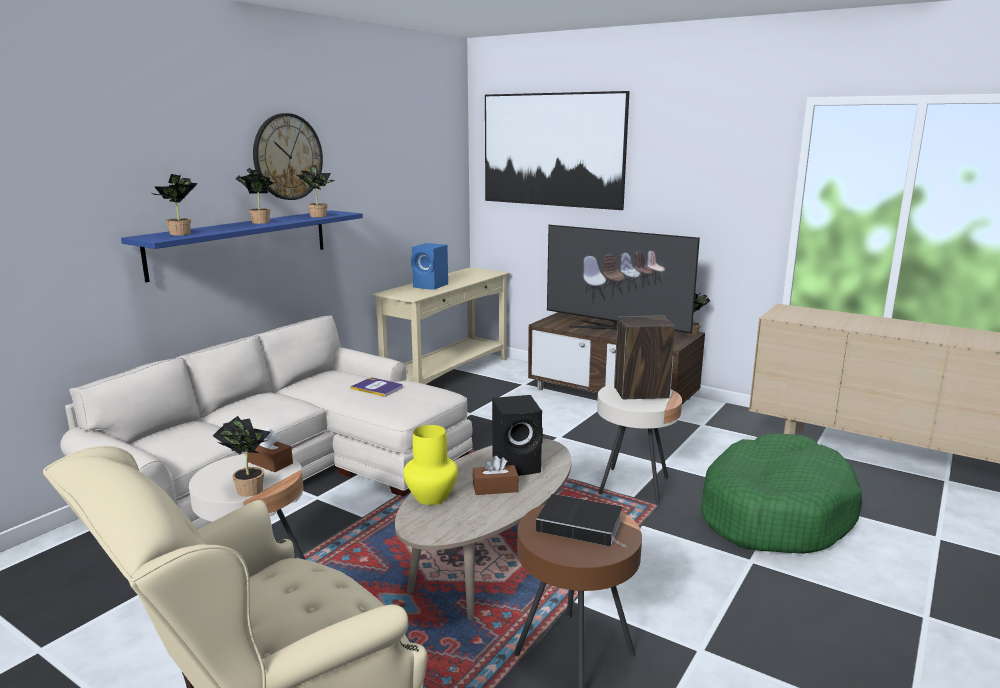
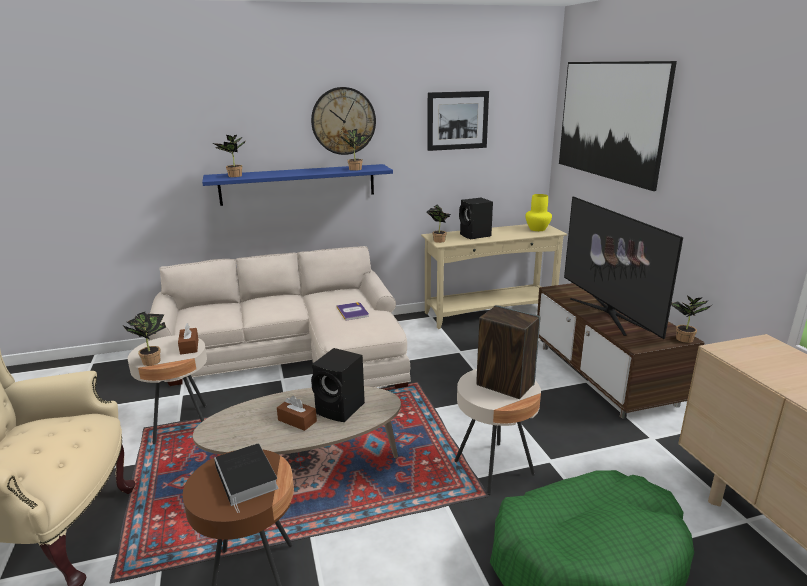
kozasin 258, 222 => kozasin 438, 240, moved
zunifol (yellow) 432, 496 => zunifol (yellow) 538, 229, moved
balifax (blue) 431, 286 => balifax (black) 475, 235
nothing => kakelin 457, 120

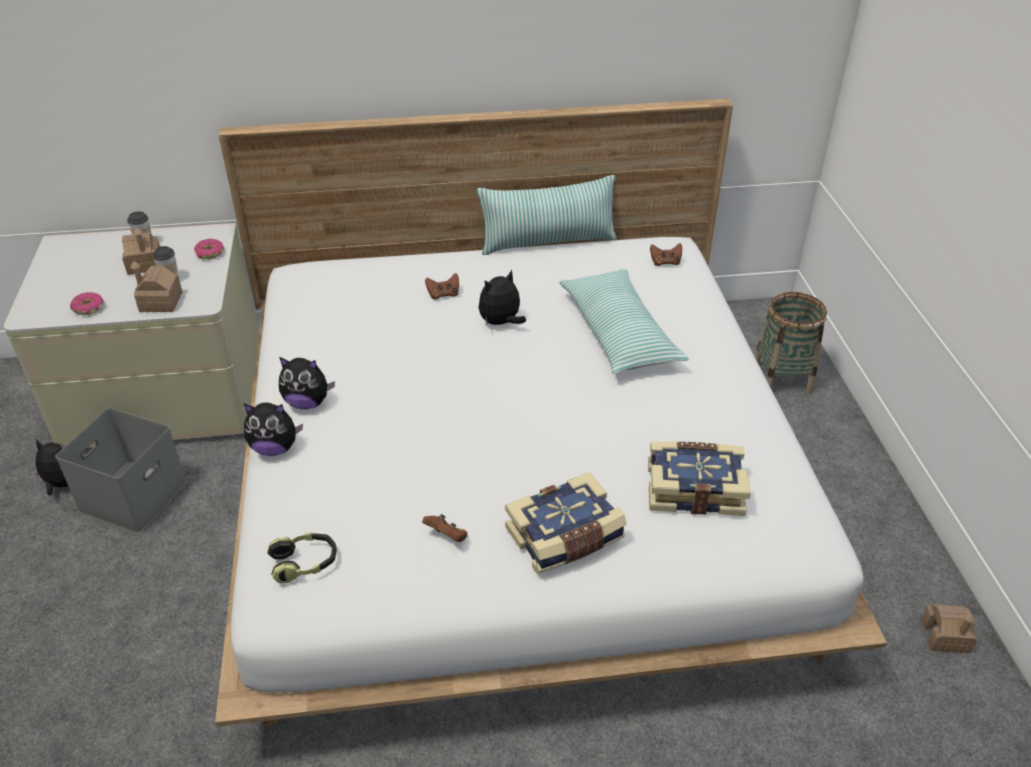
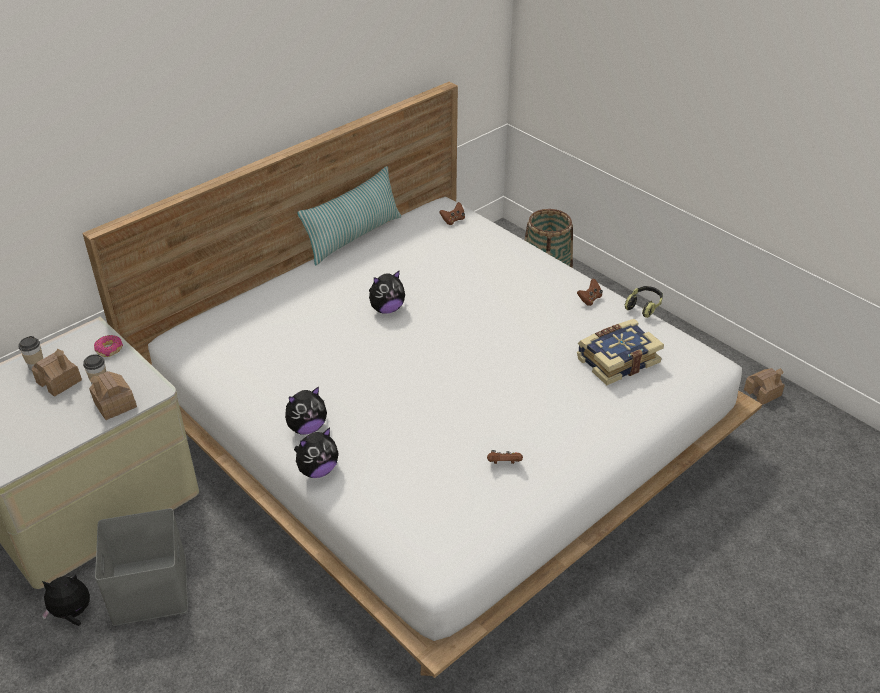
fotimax 88, 308 => nothing
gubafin 304, 563 => gubafin 644, 306, moved
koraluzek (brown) 443, 294 => koraluzek (brown) 589, 299, moved
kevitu 501, 323 => kevitu 386, 309, 135 degrees counterclockwise
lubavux 565, 537 => nothing
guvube 619, 333 => nothing

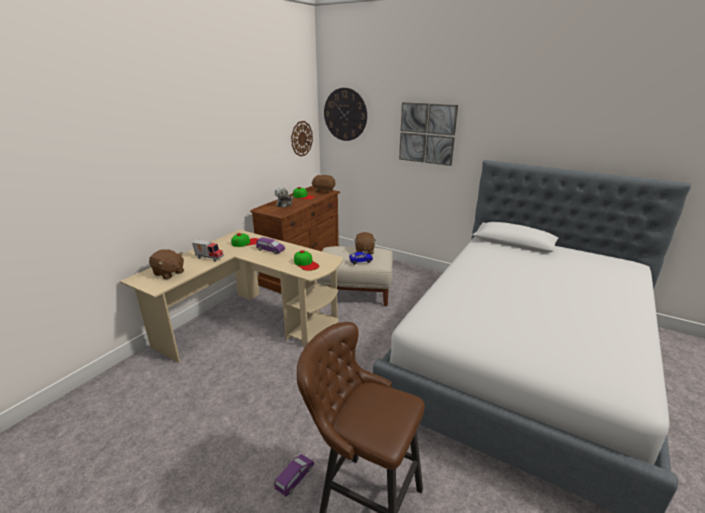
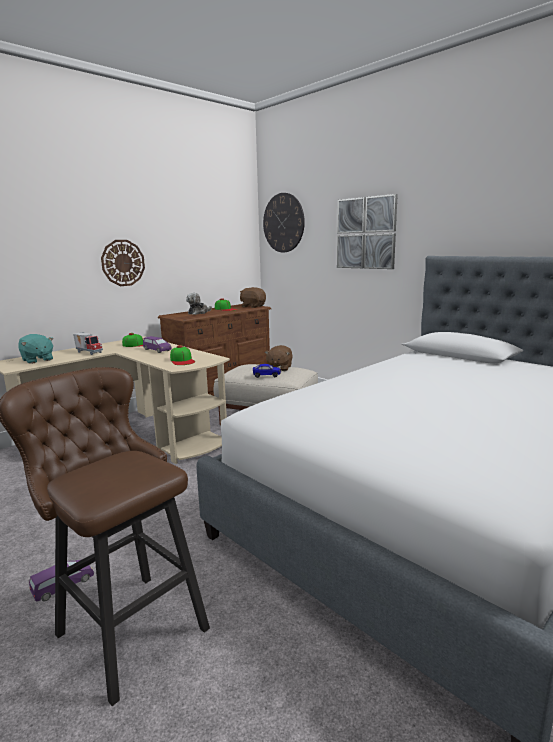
kevitu (brown) 169, 273 => kevitu (turquoise) 37, 360
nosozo 301, 138 => nosozo 123, 263, moved

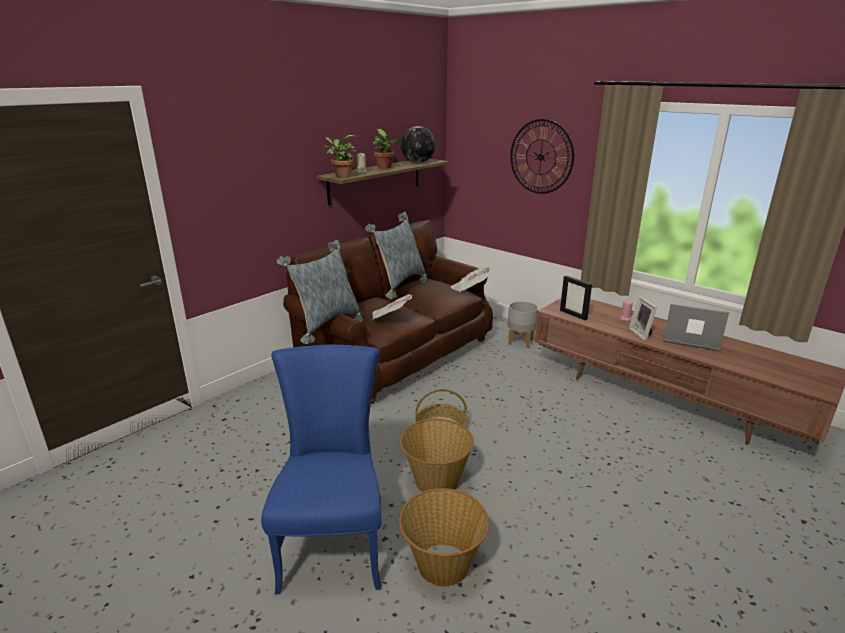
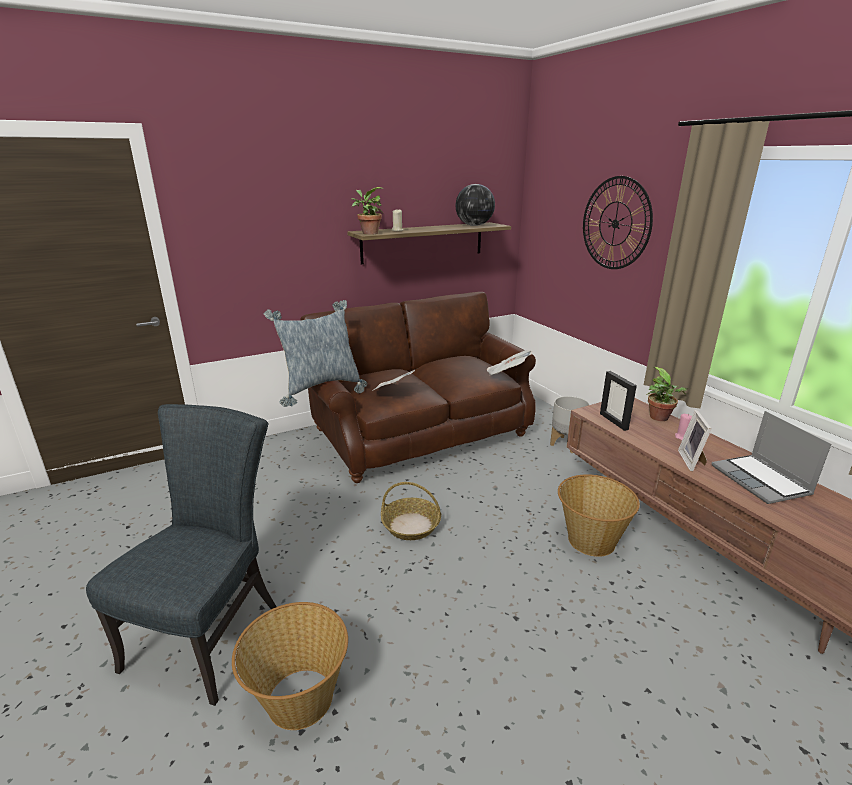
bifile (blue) 334, 541 => bifile (grey) 211, 630
guvube 398, 289 => nothing
kozasin 385, 168 => kozasin 660, 418, moved
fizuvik 436, 481 => fizuvik 590, 540, moved
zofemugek 689, 339 => zofemugek 761, 481, 150 degrees counterclockwise

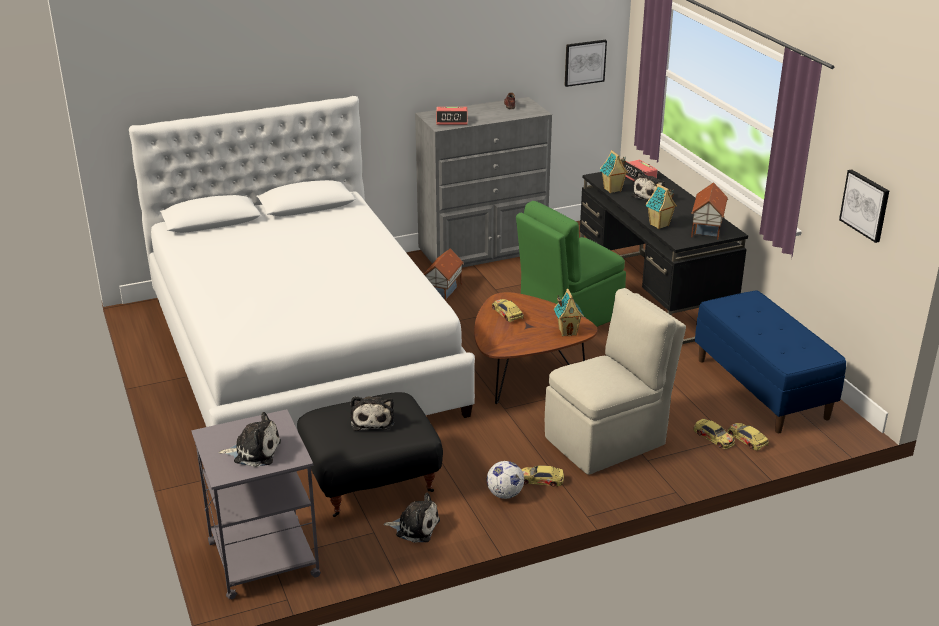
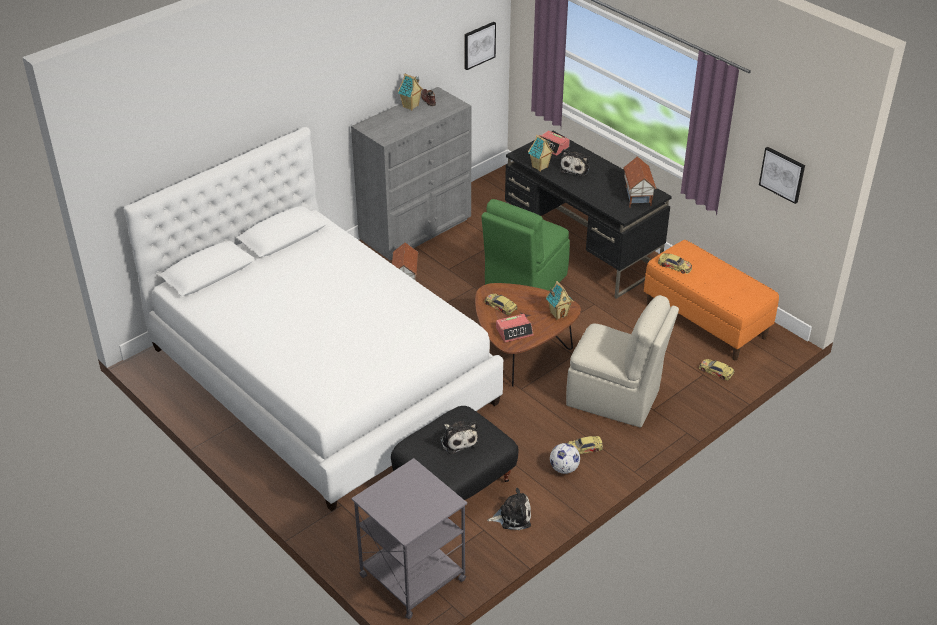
kevitu 254, 451 => nothing
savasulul 452, 120 => savasulul 514, 331, moved
bifile (beige) 608, 440 => bifile (beige) 615, 399, 75 degrees clockwise
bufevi 659, 225 => bufevi 411, 106, moved
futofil 714, 437 => futofil 675, 266, moved
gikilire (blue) 762, 388 => gikilire (orange) 706, 321

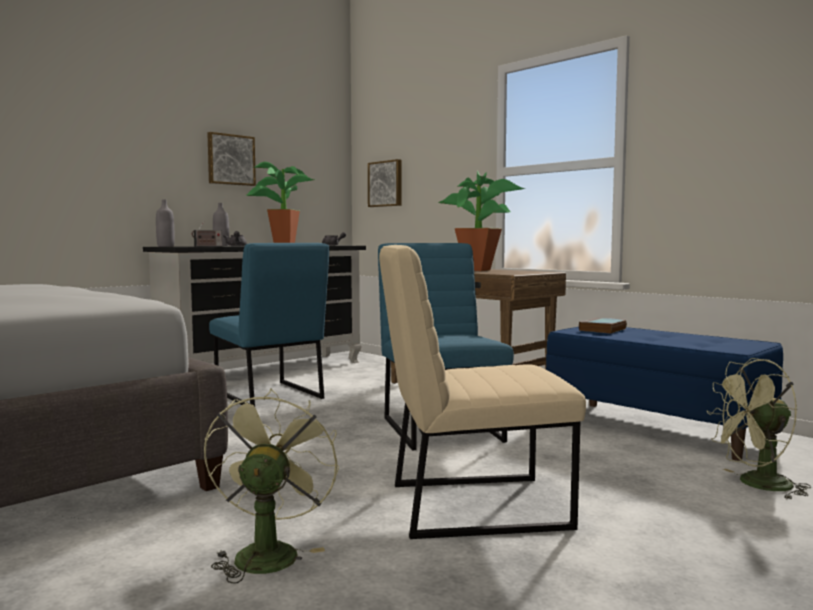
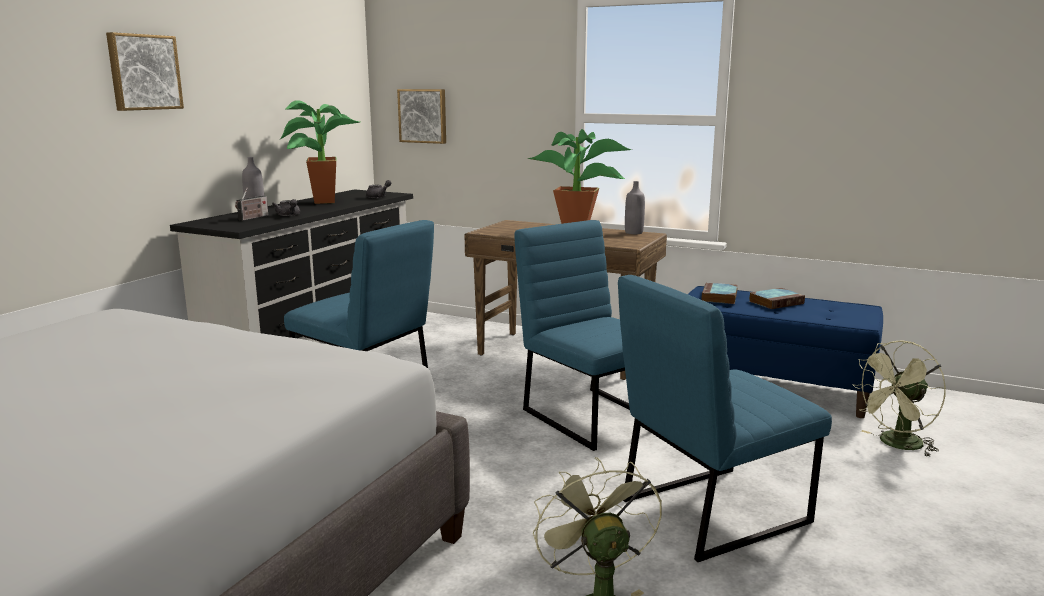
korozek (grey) 165, 246 => korozek (grey) 634, 232, moved
kakelin 230, 160 => kakelin 143, 72, moved
bifile (beige) 471, 505 => bifile (blue) 710, 511
nothing => lubavux 776, 302

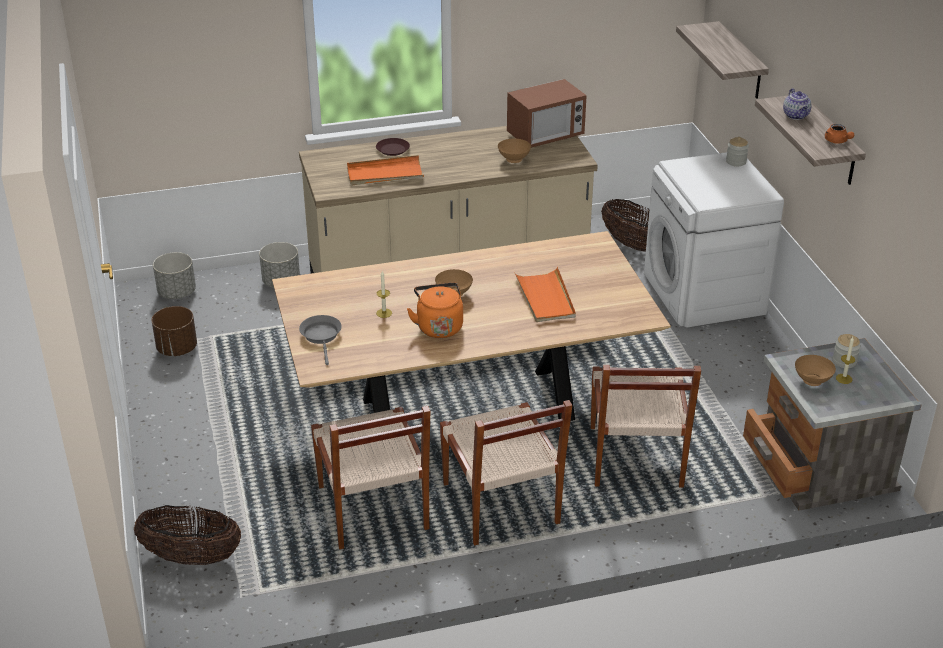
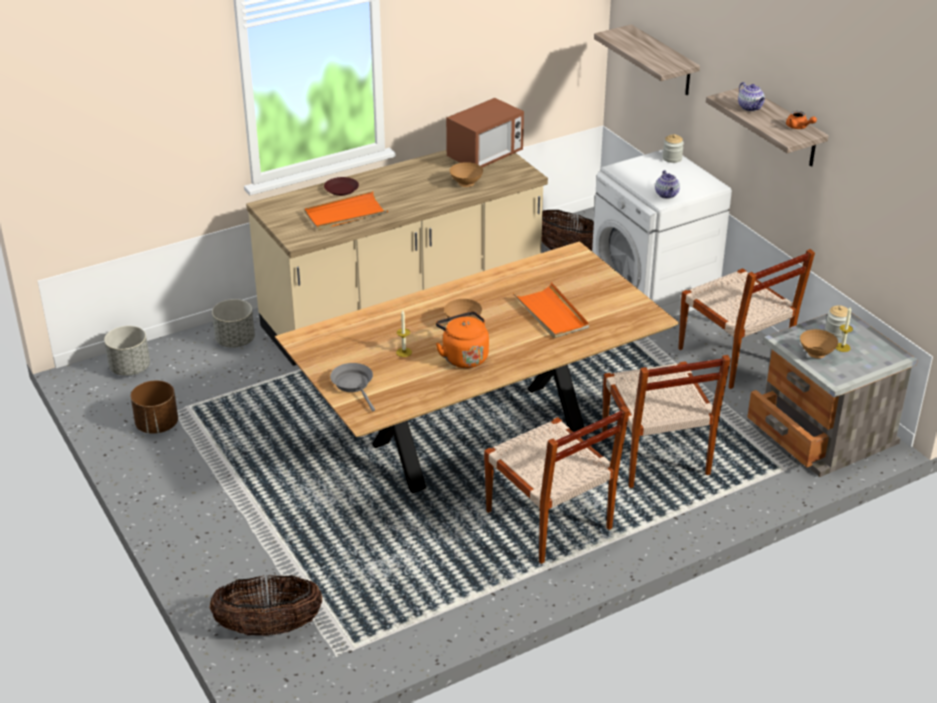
bifile 373, 511 => bifile 735, 358, moved
nothing => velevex 667, 195

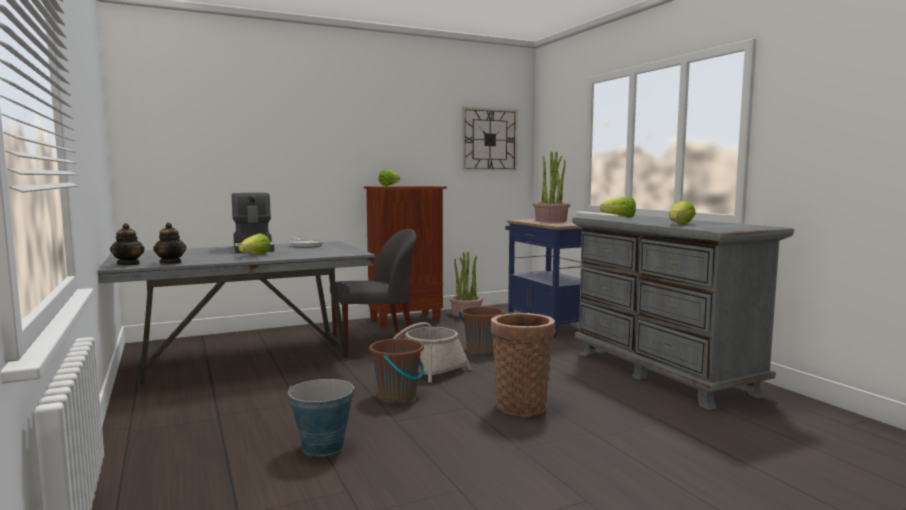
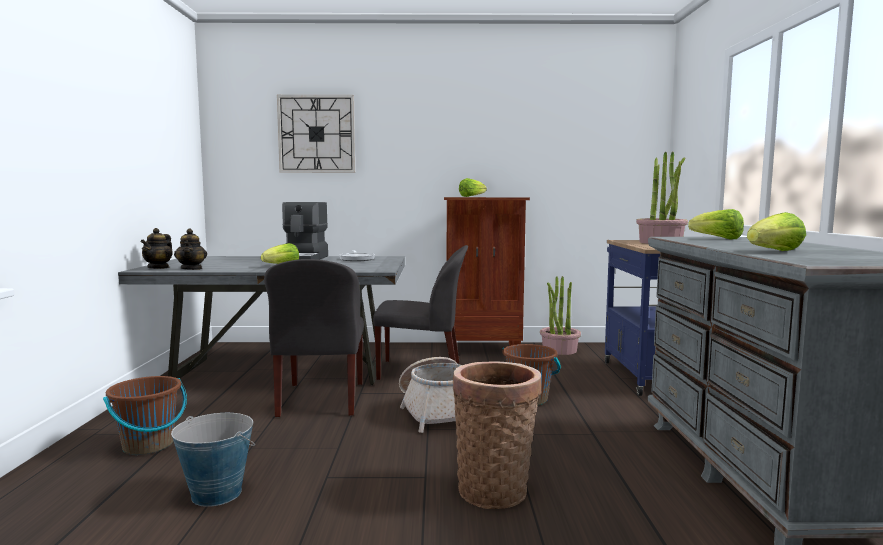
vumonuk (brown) 397, 394 => vumonuk (brown) 148, 445, moved
nosozo 489, 140 => nosozo 316, 134, moved
nothing => bifile (grey) 321, 400

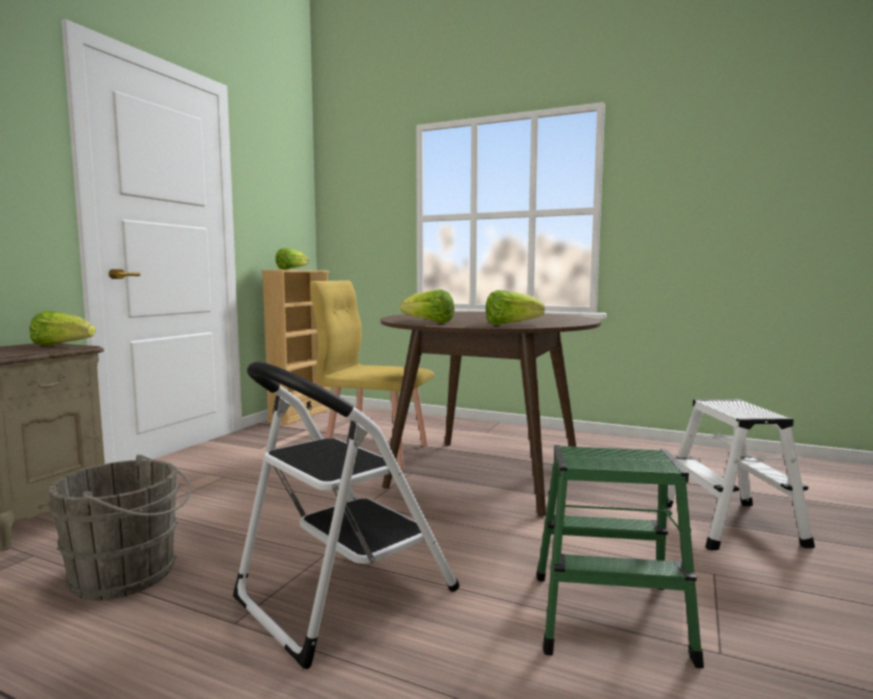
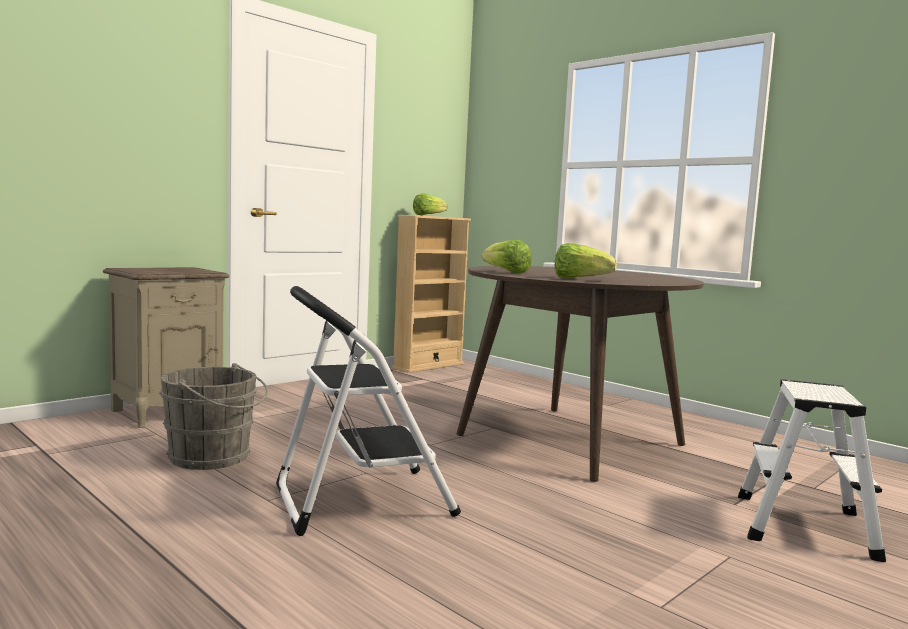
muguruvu 62, 345 => nothing
bifile (yellow) 376, 452 => nothing
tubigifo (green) 608, 615 => nothing

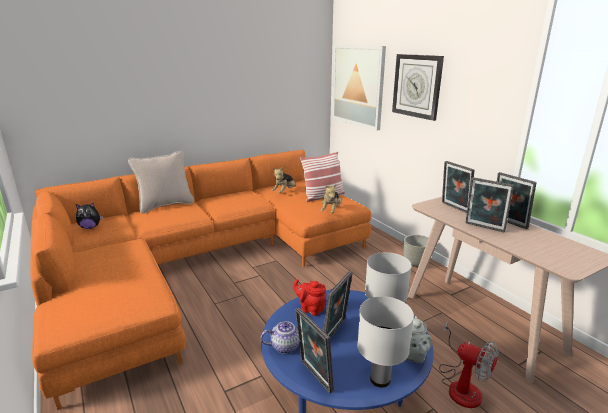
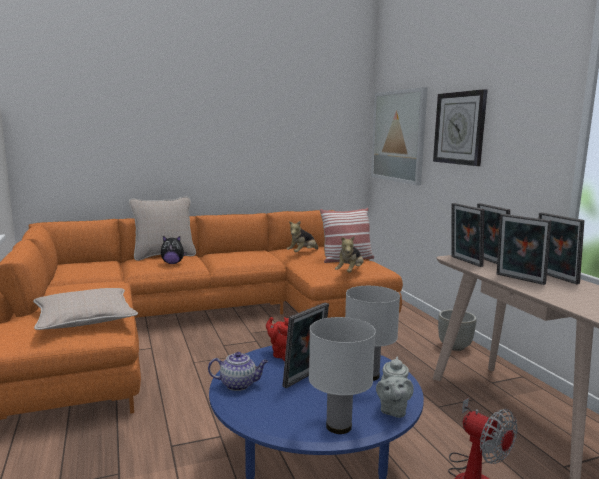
kevitu 90, 227 => kevitu 173, 263, moved
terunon 313, 377 => terunon 464, 261, moved
nothing => guvube (beige) 84, 317

